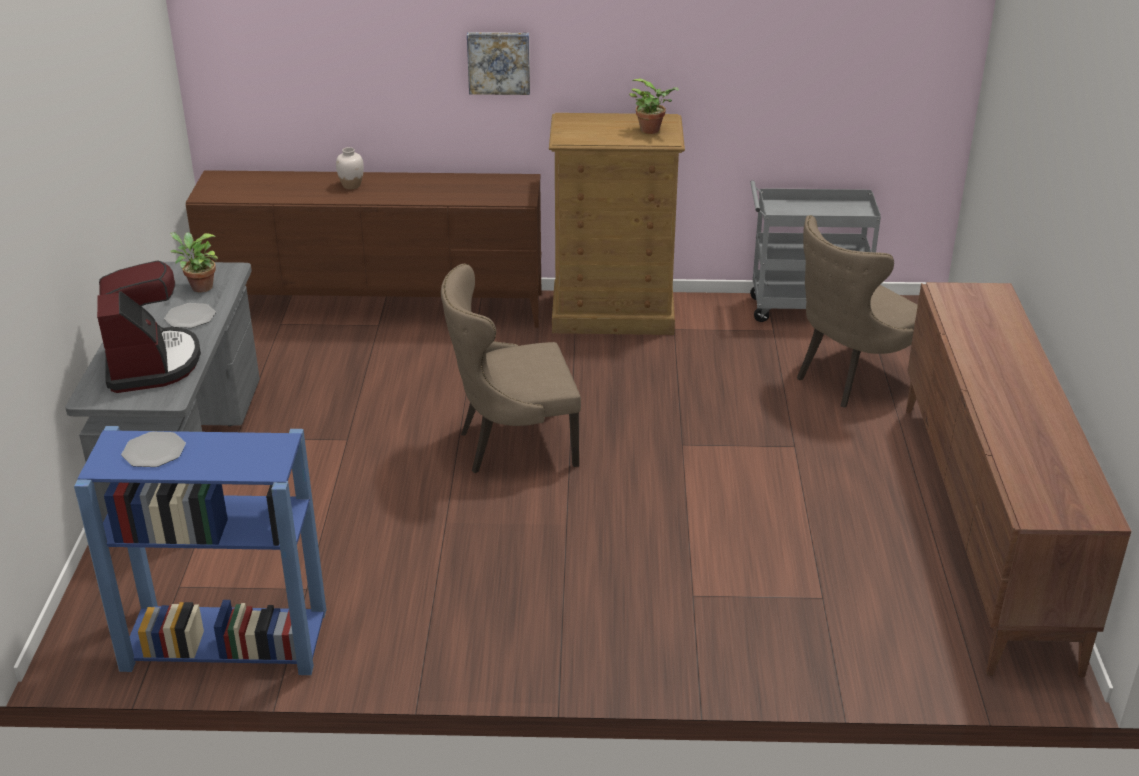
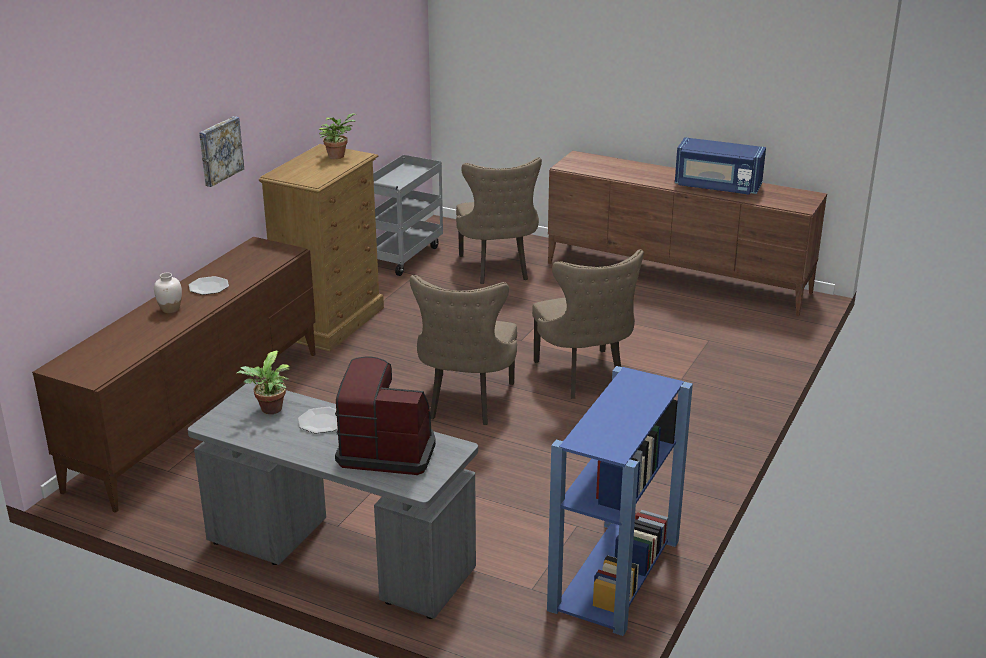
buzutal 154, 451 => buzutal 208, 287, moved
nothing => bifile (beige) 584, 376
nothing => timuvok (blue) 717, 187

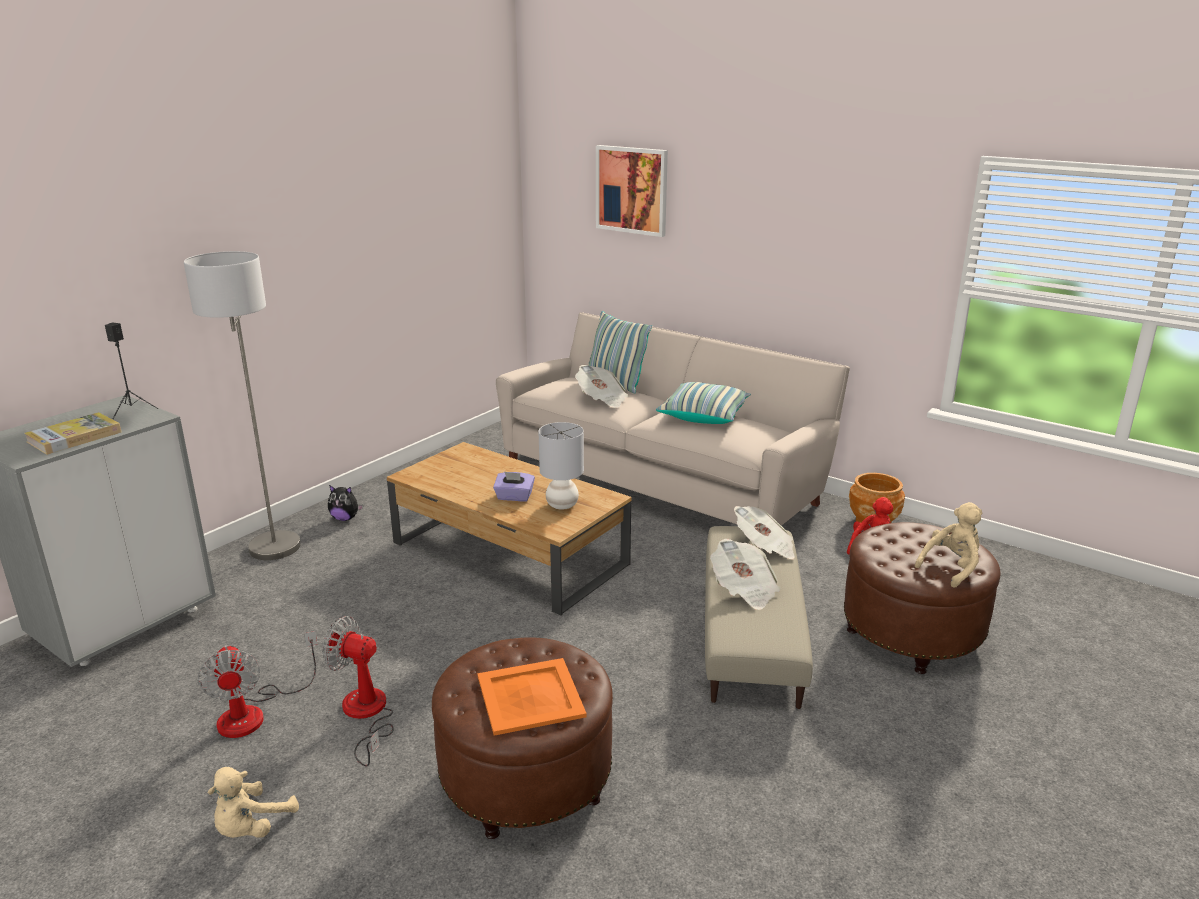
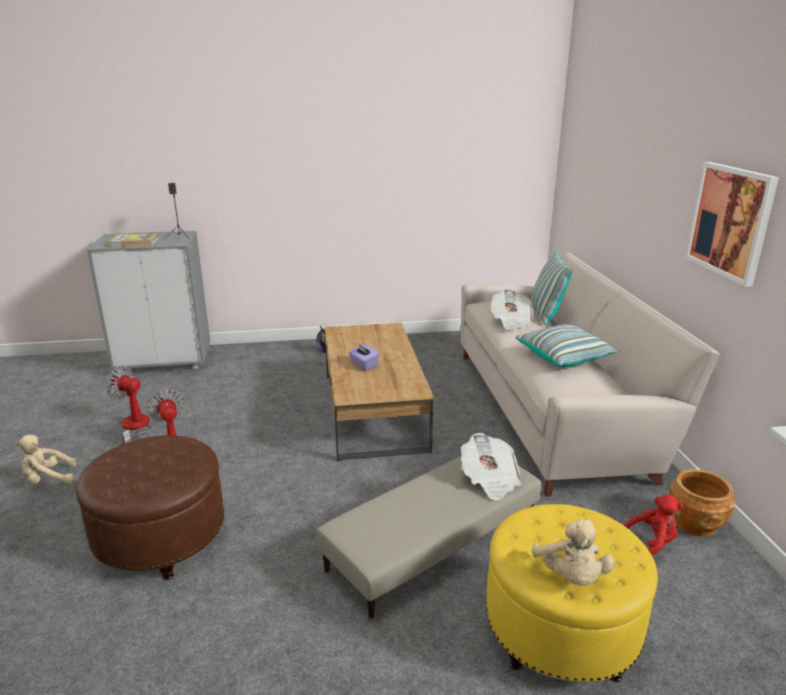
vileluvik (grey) 273, 555 => nothing
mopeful 254, 712 => mopeful 134, 428, 90 degrees clockwise
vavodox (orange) 531, 697 => nothing
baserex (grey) 562, 505 => nothing
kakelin 632, 190 => kakelin 730, 221, moved
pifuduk 744, 590 => nothing
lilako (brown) 911, 635 => lilako (yellow) 560, 632
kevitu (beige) 951, 568 => kevitu (beige) 570, 577, 75 degrees clockwise

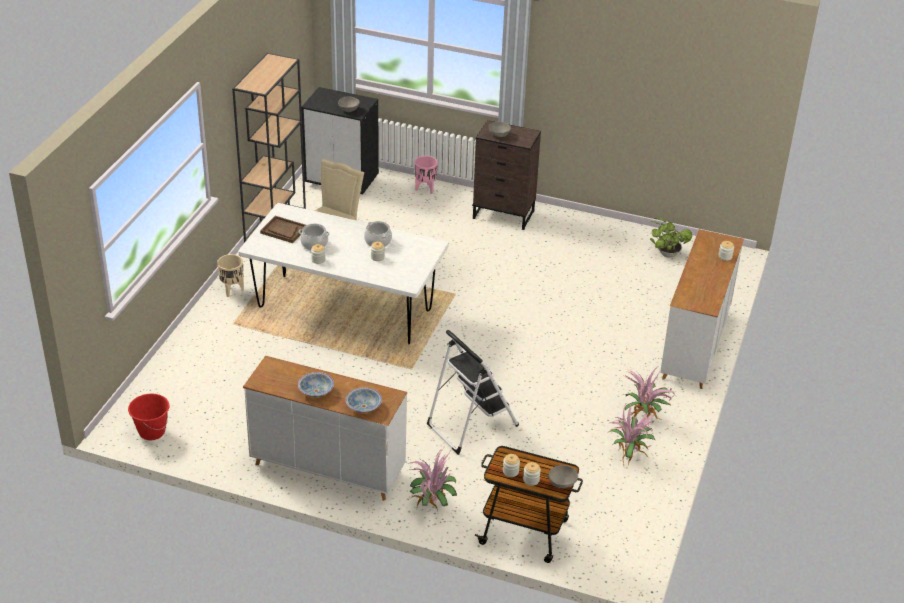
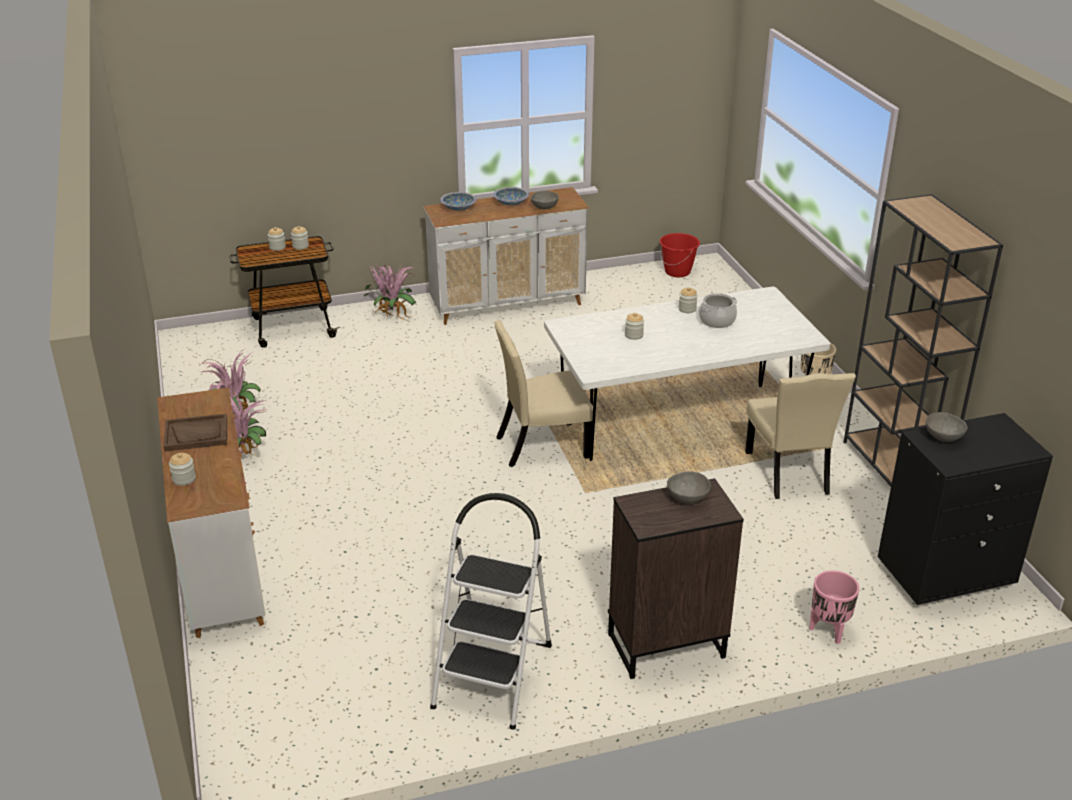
vavodox (brown) 283, 230 => vavodox (brown) 196, 434, moved
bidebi 378, 241 => nothing
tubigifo 470, 425 => tubigifo 495, 674, moved
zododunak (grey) 562, 483 => zododunak (grey) 544, 207, moved
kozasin 666, 253 => nothing
nothing => bifile (beige) 543, 446

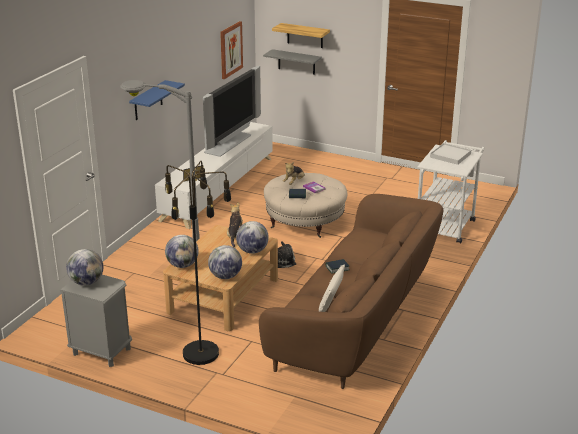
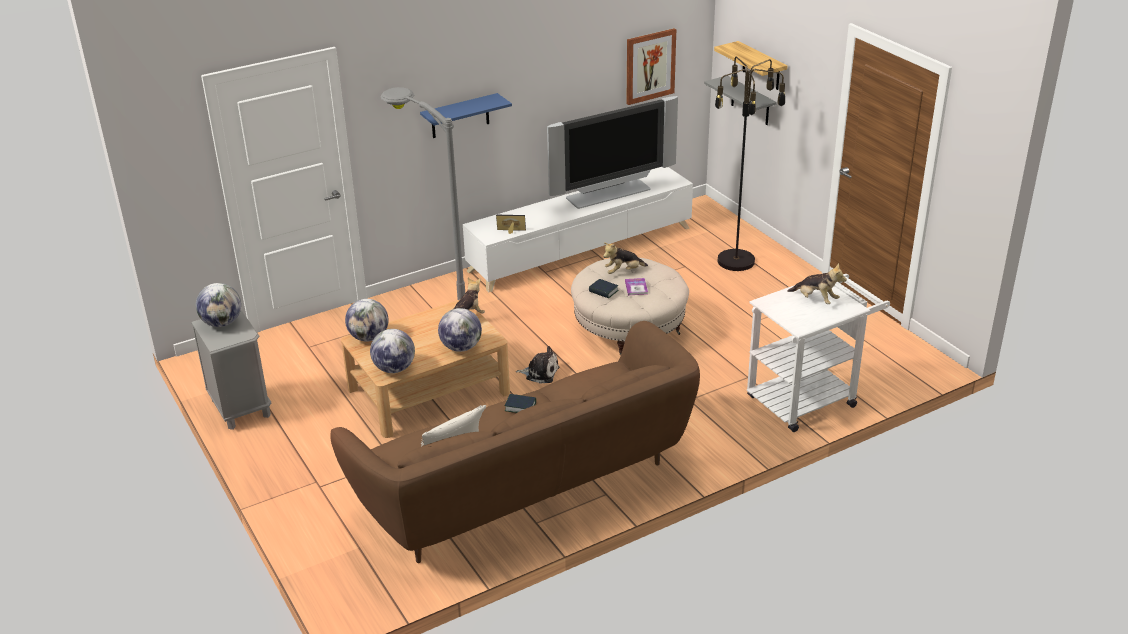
vileluvik 201, 354 => vileluvik 736, 262, moved
vavodox (white) 450, 155 => kevitu 815, 299

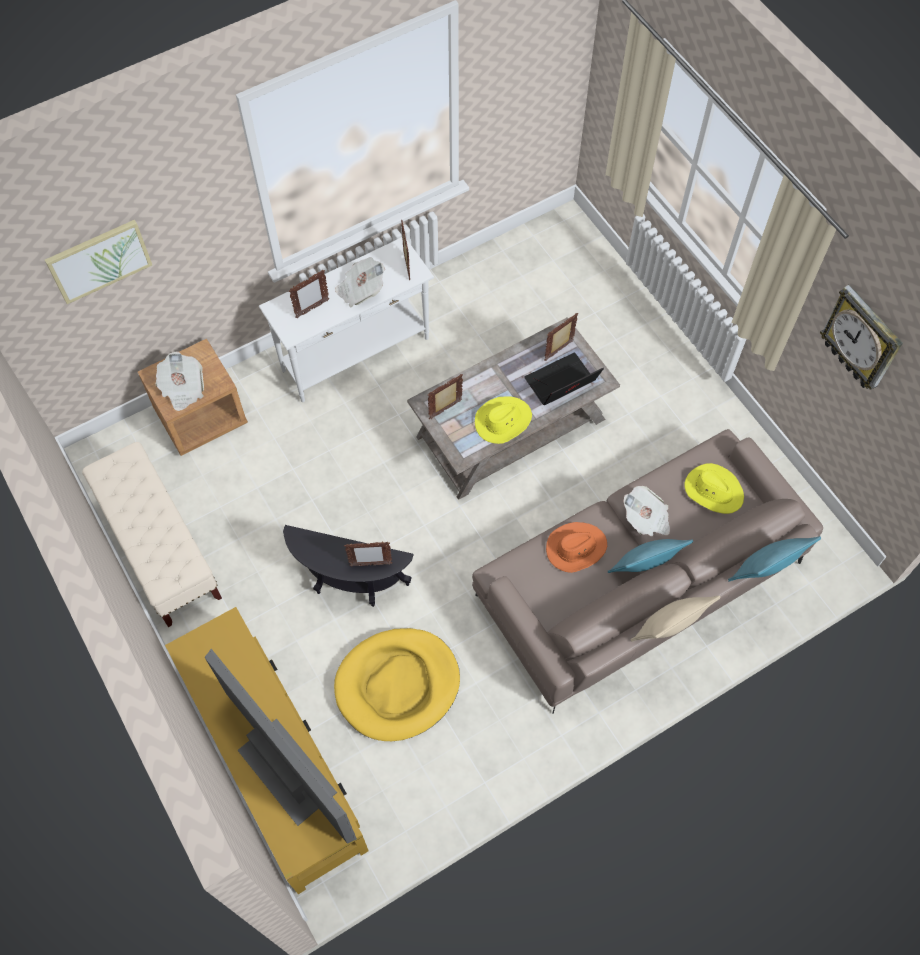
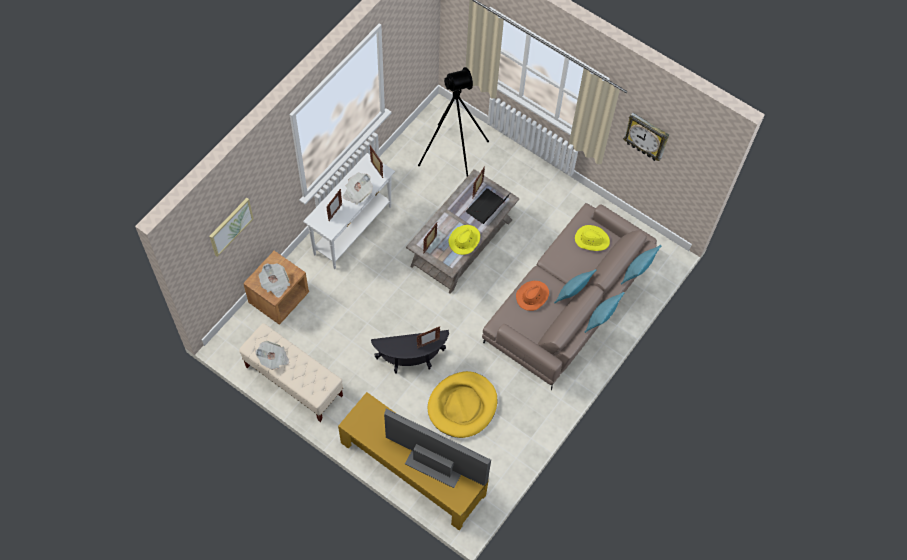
pifuduk 646, 519 => pifuduk 273, 359, moved
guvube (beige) 667, 629 => guvube (turquoise) 600, 320
nothing => vileluvik (black) 453, 153

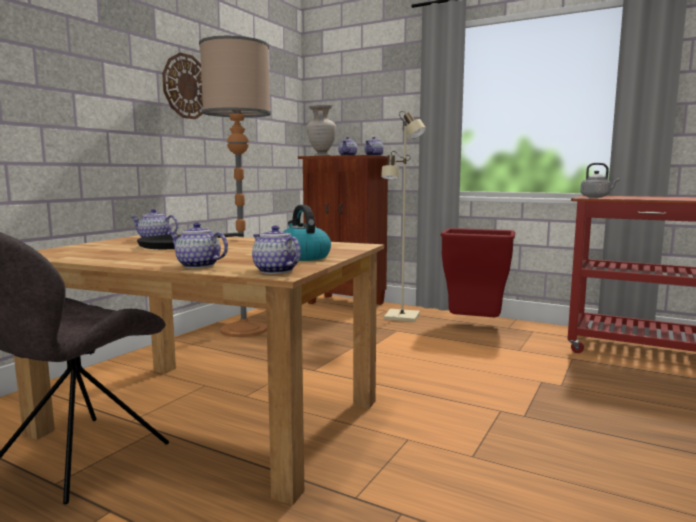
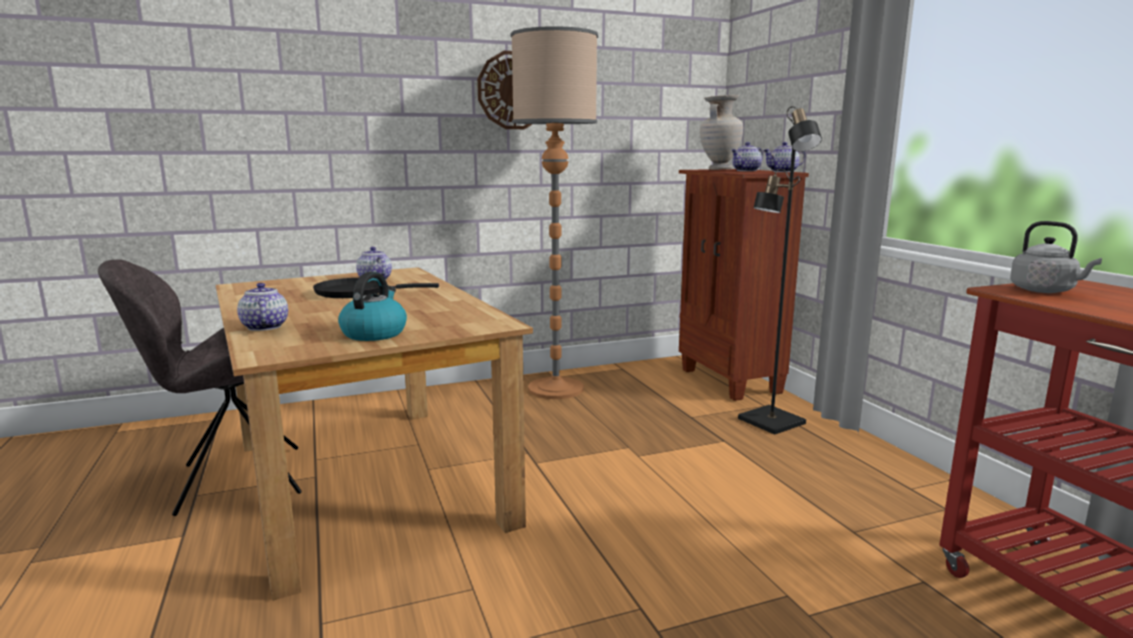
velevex 275, 271 => nothing
vileluvik (beige) 402, 316 => vileluvik (black) 771, 421
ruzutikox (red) 475, 326 => nothing

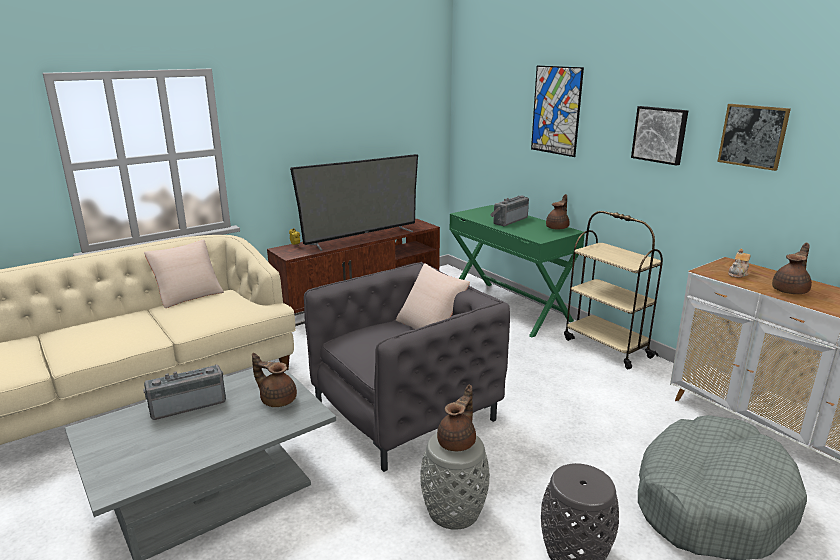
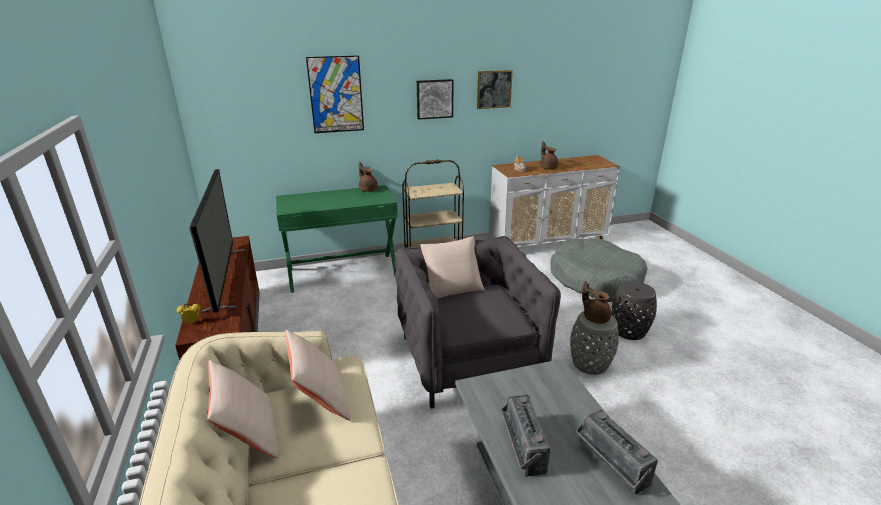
velevex (brown) 277, 399 => nothing
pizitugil 508, 220 => pizitugil 610, 464, moved
nothing => guvube (beige) 320, 399

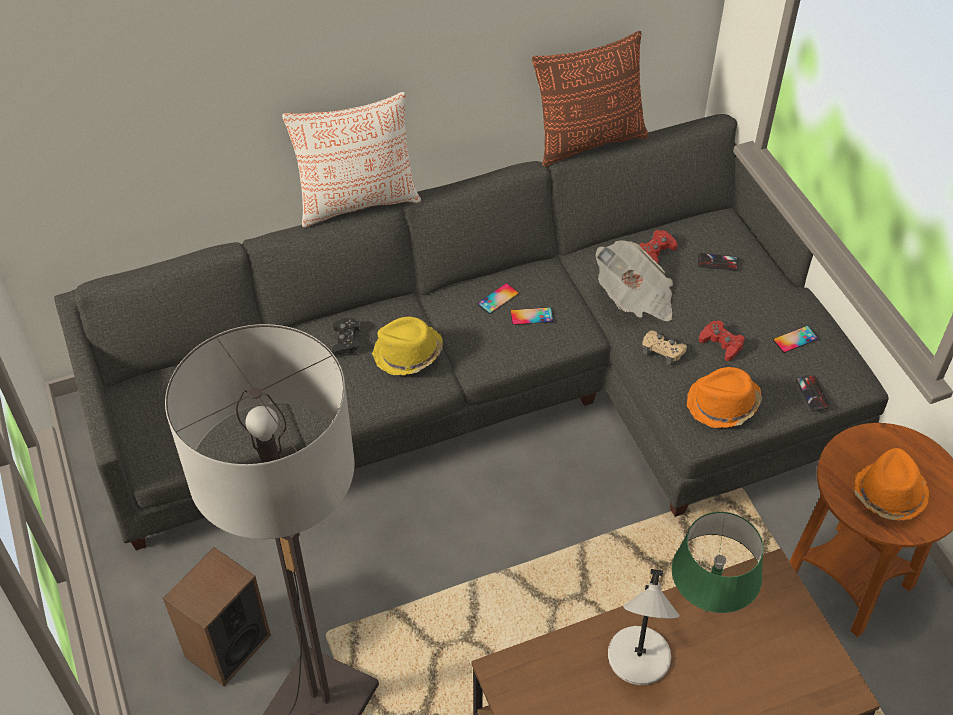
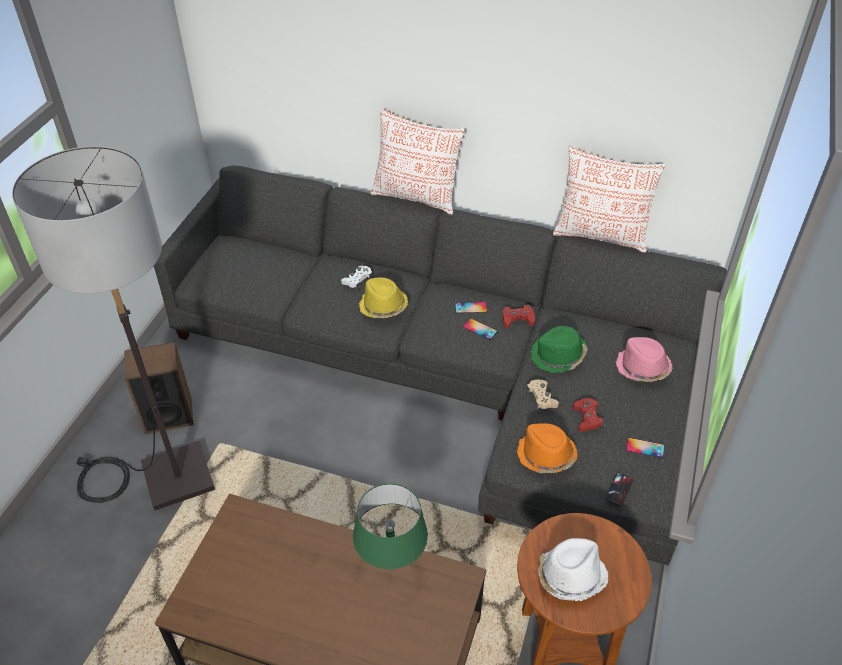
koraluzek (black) 346, 341 => koraluzek (white) 357, 280
guvube (brown) 589, 142 => guvube (white) 601, 236
pifuduk 634, 298 => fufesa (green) 558, 356
baserex (grey) 639, 660 => nothing
koraluzek (red) 656, 251 => koraluzek (red) 517, 319, moved
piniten 717, 262 => fufesa (pink) 642, 368
fufesa (orange) 888, 495 => fufesa (white) 570, 576

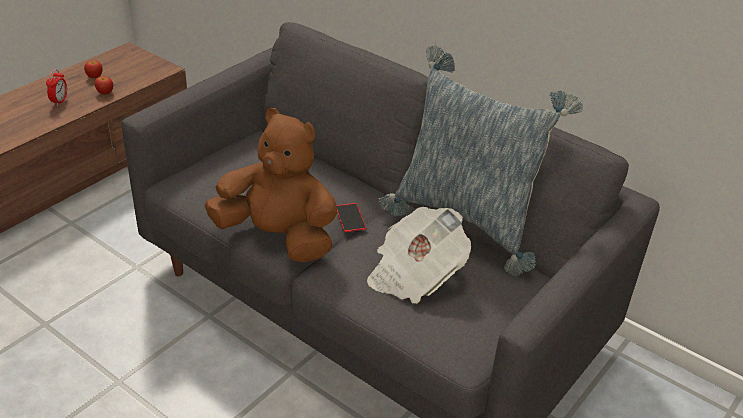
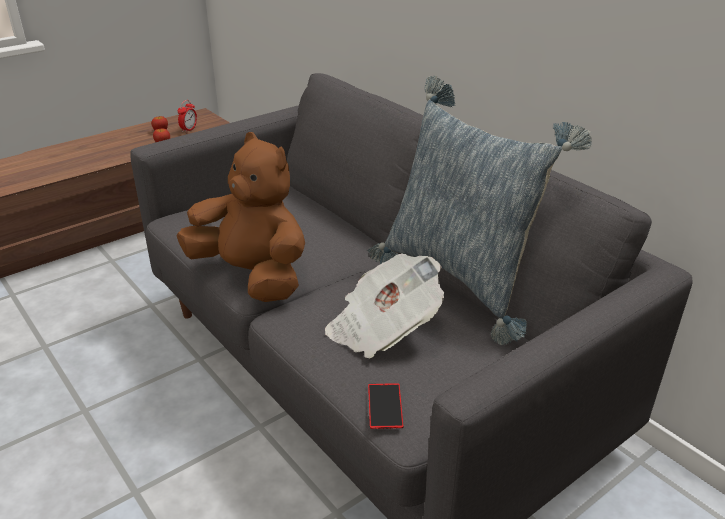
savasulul 59, 101 => savasulul 189, 129, moved
piniten 350, 217 => piniten 385, 406, moved

